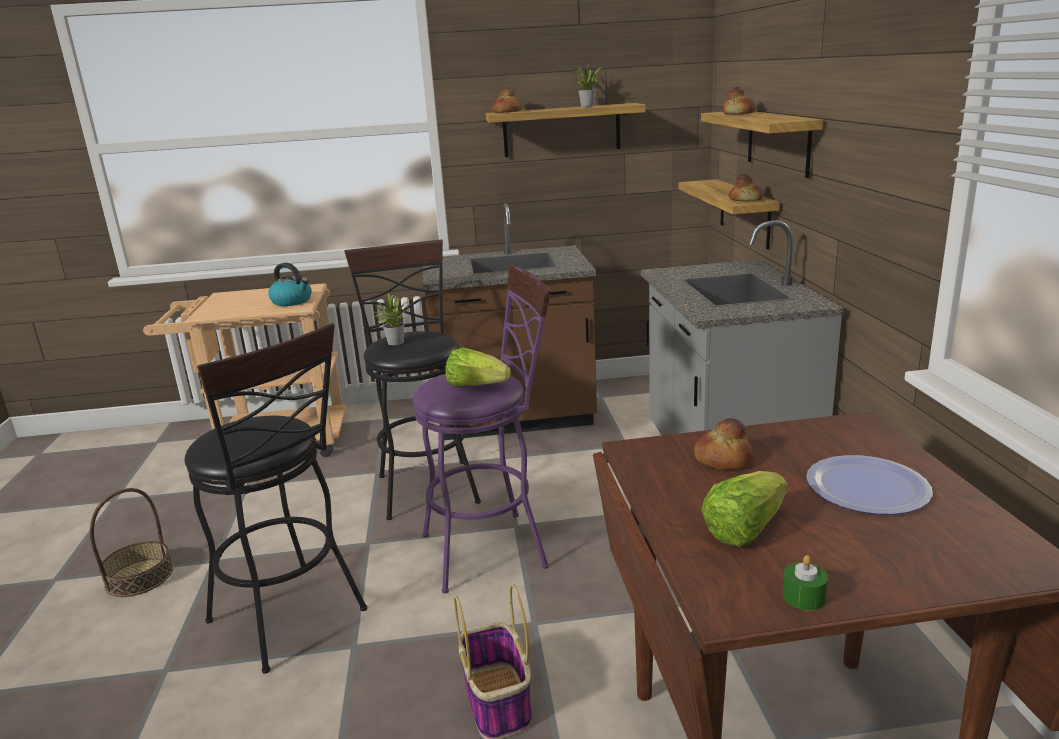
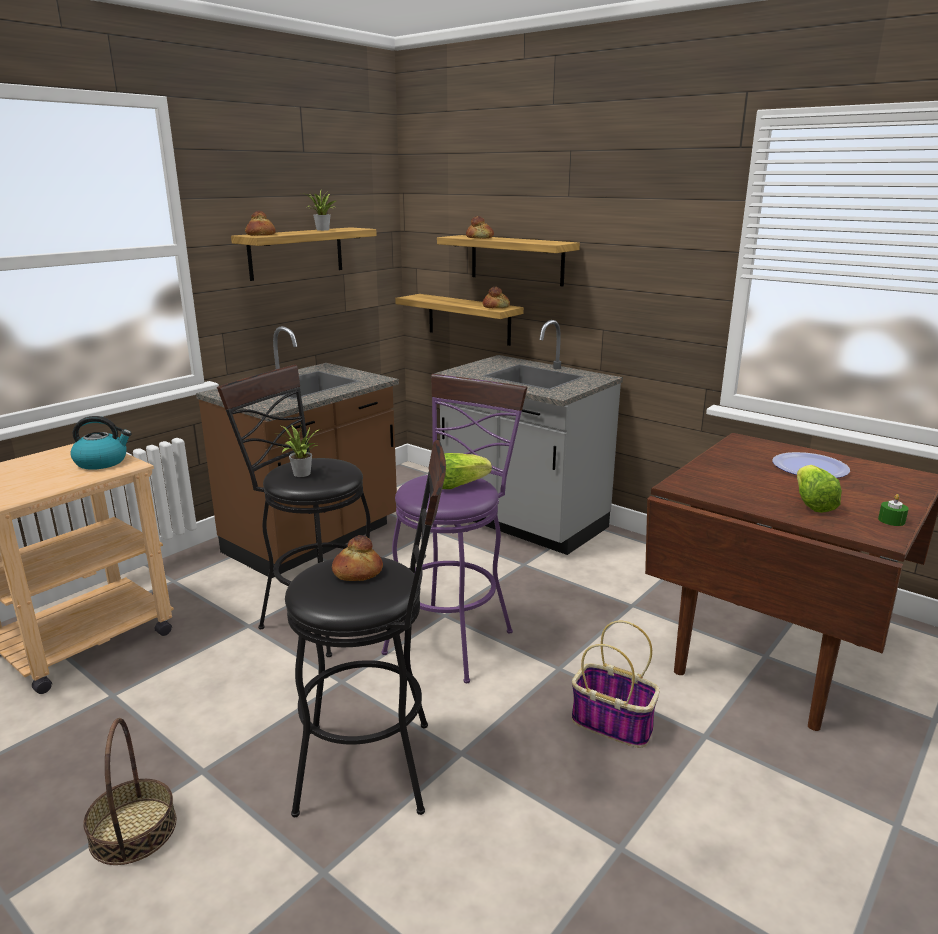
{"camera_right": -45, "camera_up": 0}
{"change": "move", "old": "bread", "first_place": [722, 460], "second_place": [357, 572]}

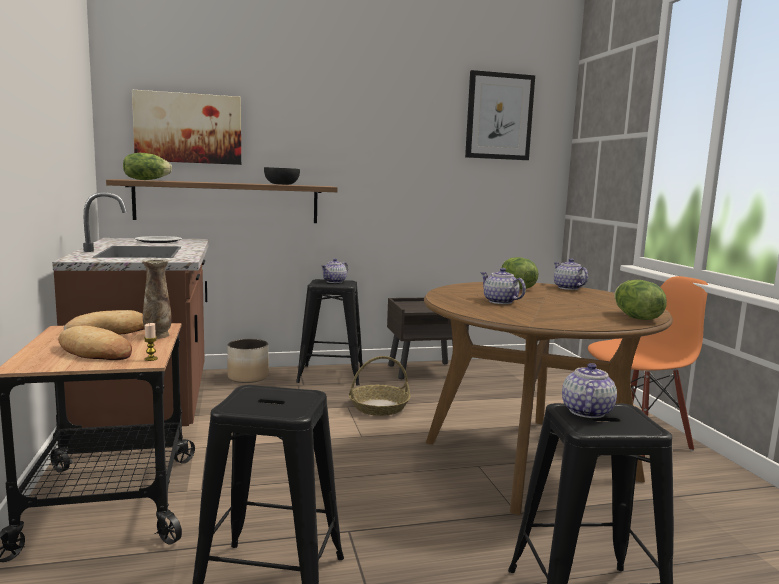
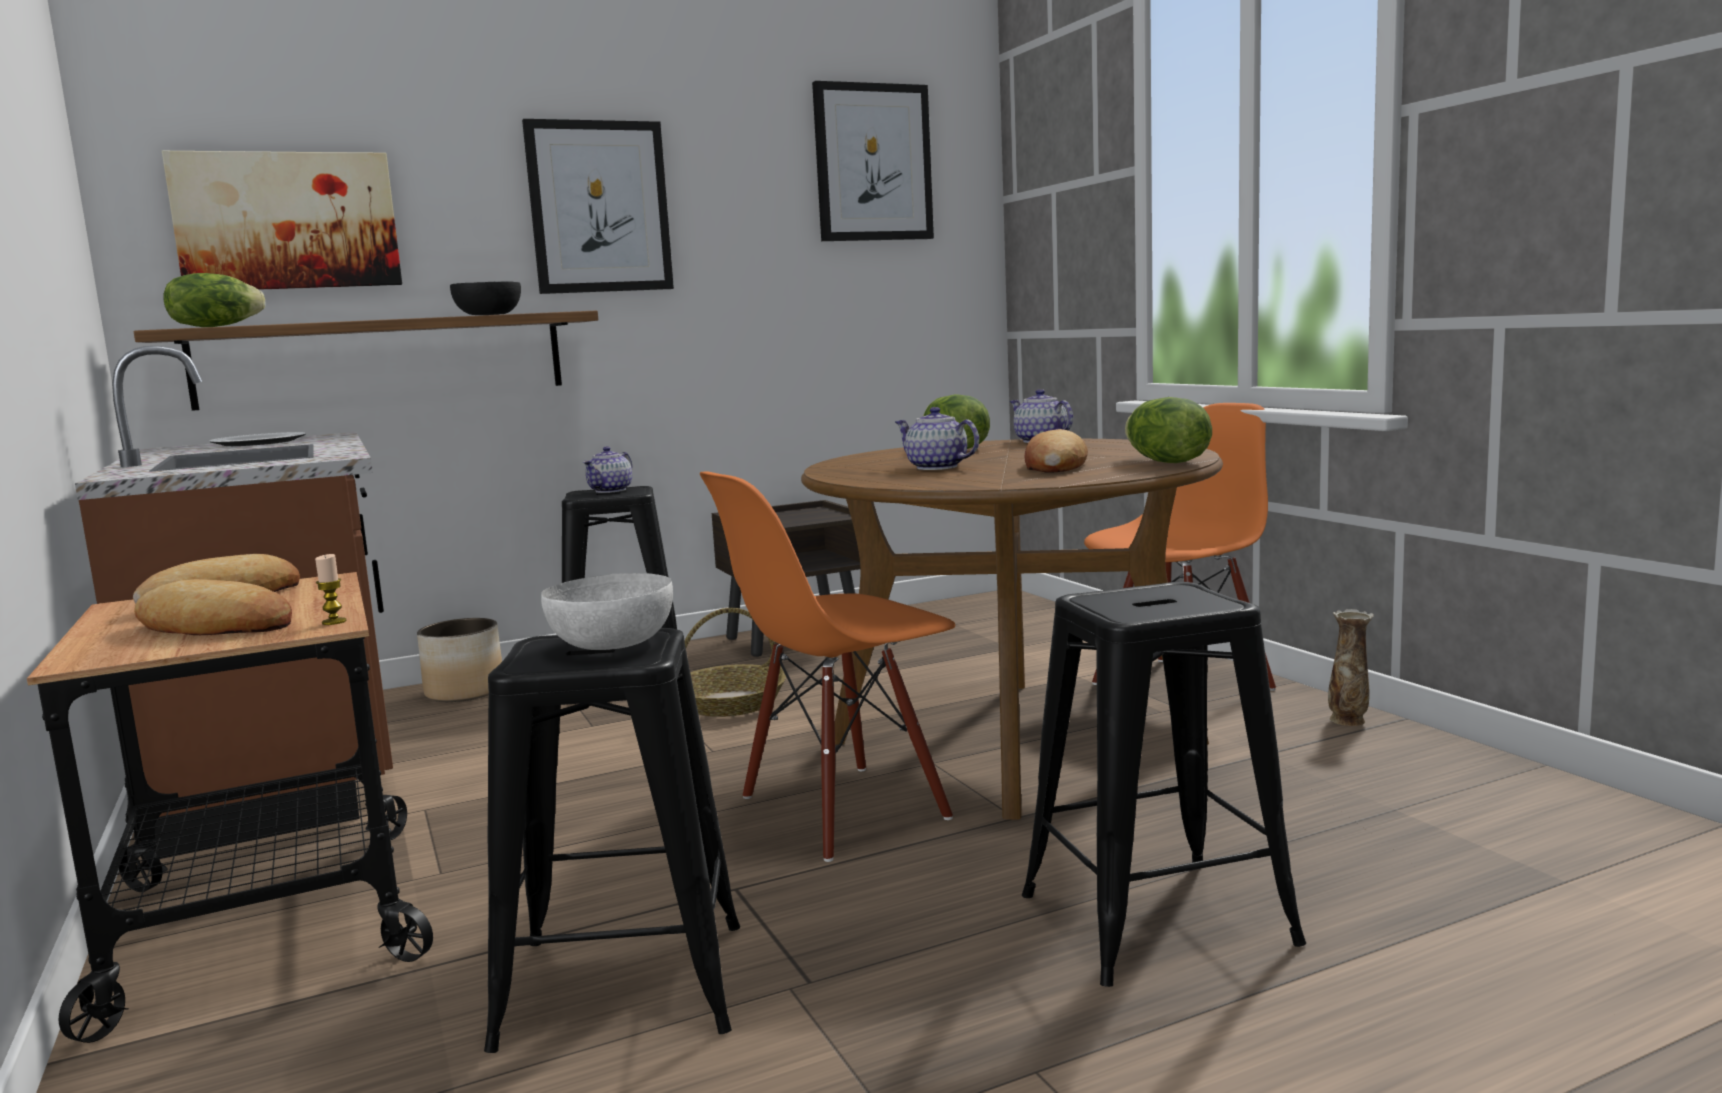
{"camera_right": -10, "camera_up": 0}
{"change": "move", "old": "vase", "first_place": [157, 336], "second_place": [1348, 721]}
{"change": "delete", "old": "teapot", "first_place": [586, 412]}
{"change": "insert", "new": "picture", "second_place": [599, 207]}
{"change": "insert", "new": "white bowl", "second_place": [612, 644]}
{"change": "insert", "new": "orange chair", "second_place": [843, 810]}
{"change": "insert", "new": "bread", "second_place": [1053, 465]}

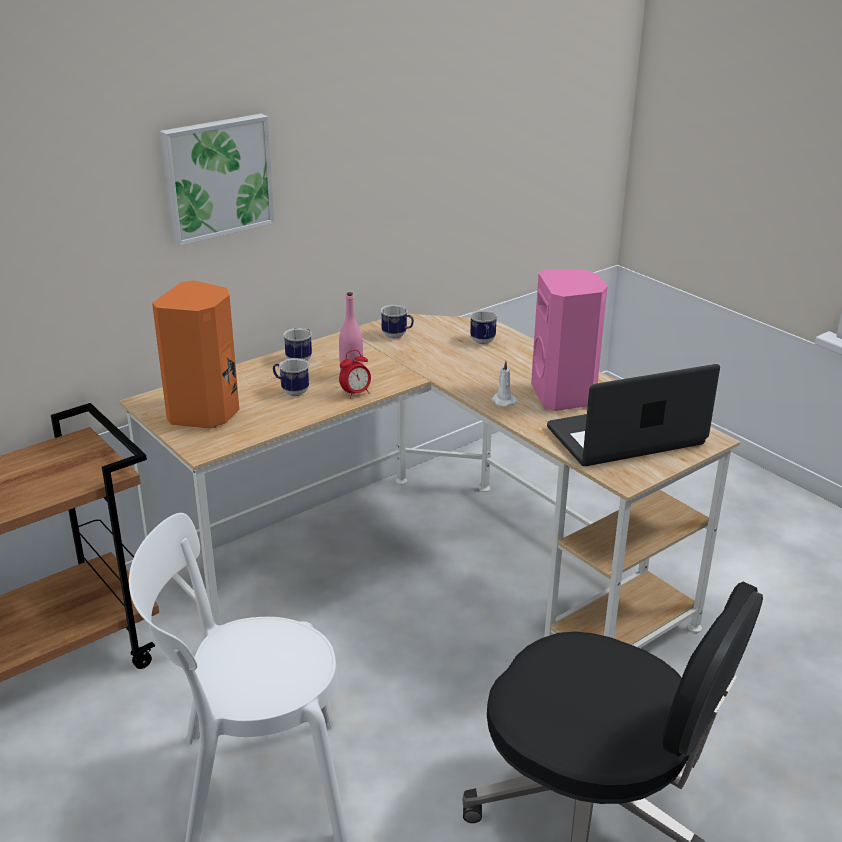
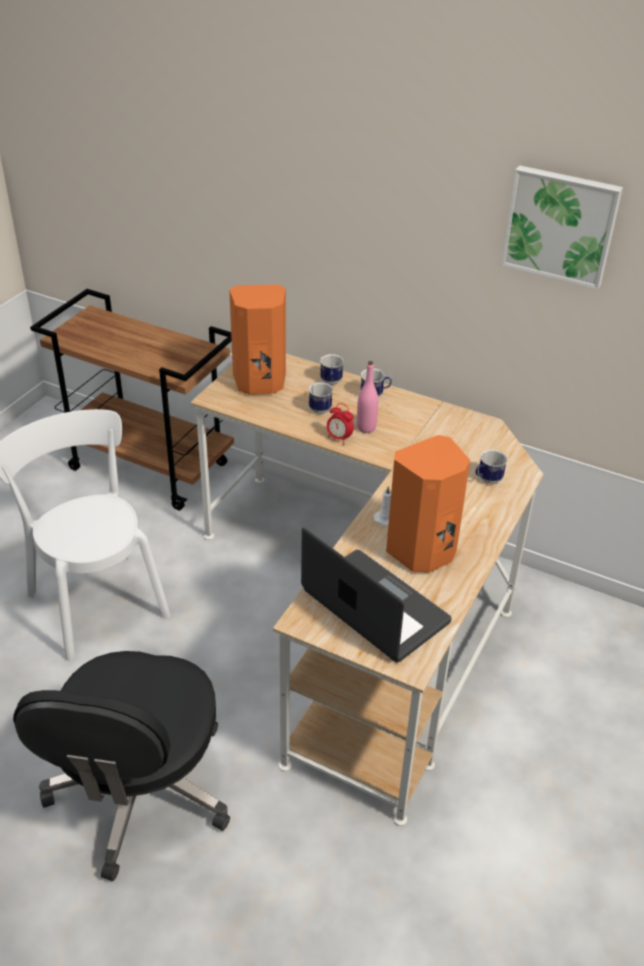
{"camera_right": 65, "camera_up": 10}
{"change": "move", "old": "picture", "first_place": [216, 177], "second_place": [560, 225]}
{"change": "move", "old": "mug", "first_place": [397, 336], "second_place": [331, 383]}
{"change": "recolor", "old": "pink speaker", "new": "orange speaker", "first_place": [564, 396], "second_place": [423, 552]}

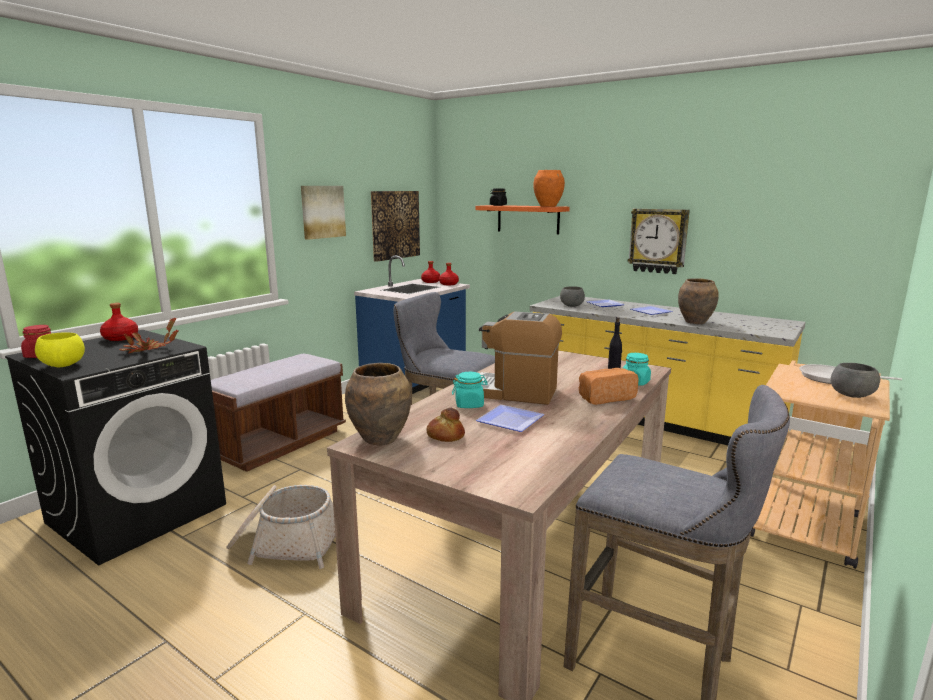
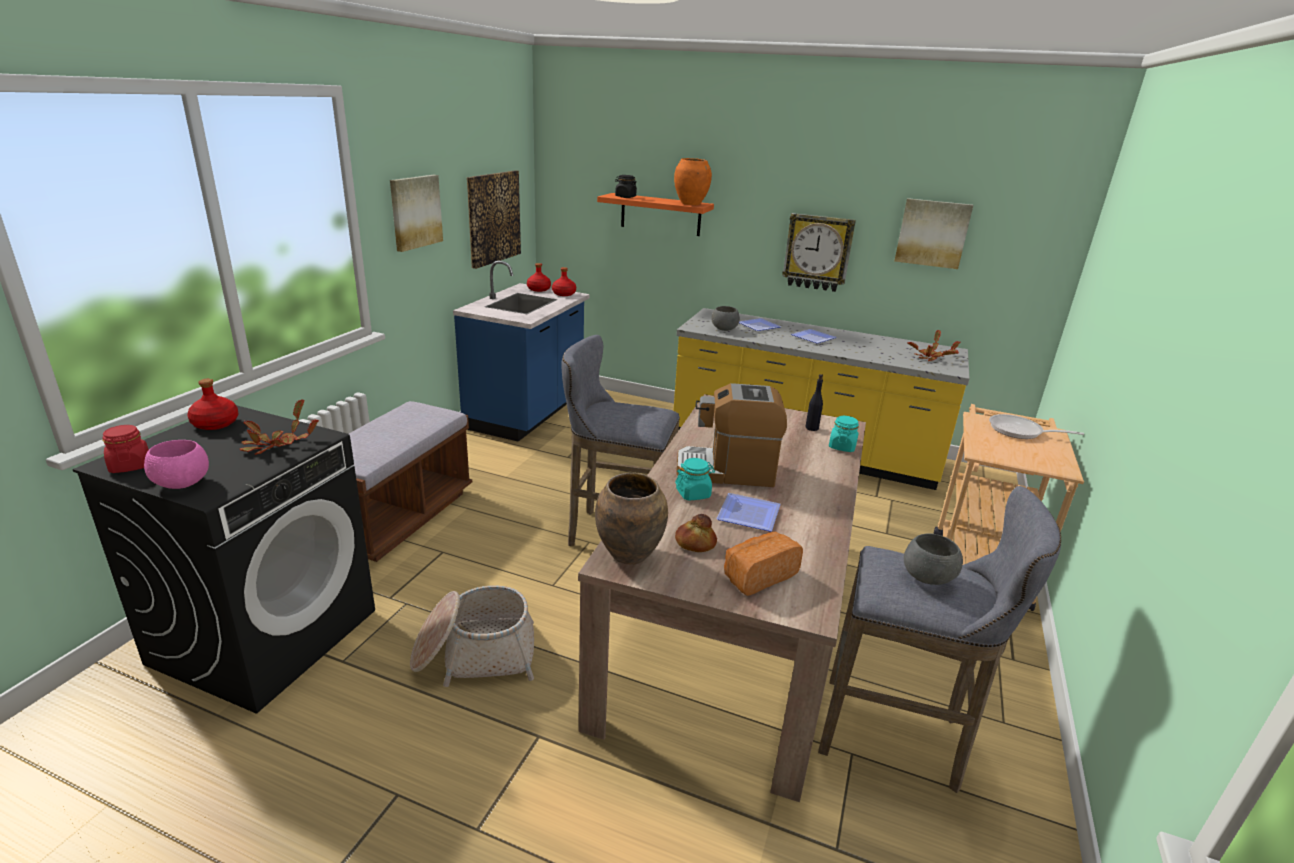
{"camera_right": -15, "camera_up": 10}
{"change": "recolor", "old": "yellow bowl", "new": "pink bowl", "first_place": [63, 366], "second_place": [182, 484]}
{"change": "move", "old": "bread", "first_place": [605, 397], "second_place": [758, 575]}
{"change": "delete", "old": "brown vase", "first_place": [695, 322]}
{"change": "move", "old": "grey bowl", "first_place": [852, 396], "second_place": [928, 578]}
{"change": "insert", "new": "picture", "second_place": [932, 233]}
{"change": "insert", "new": "potted plant", "second_place": [930, 357]}

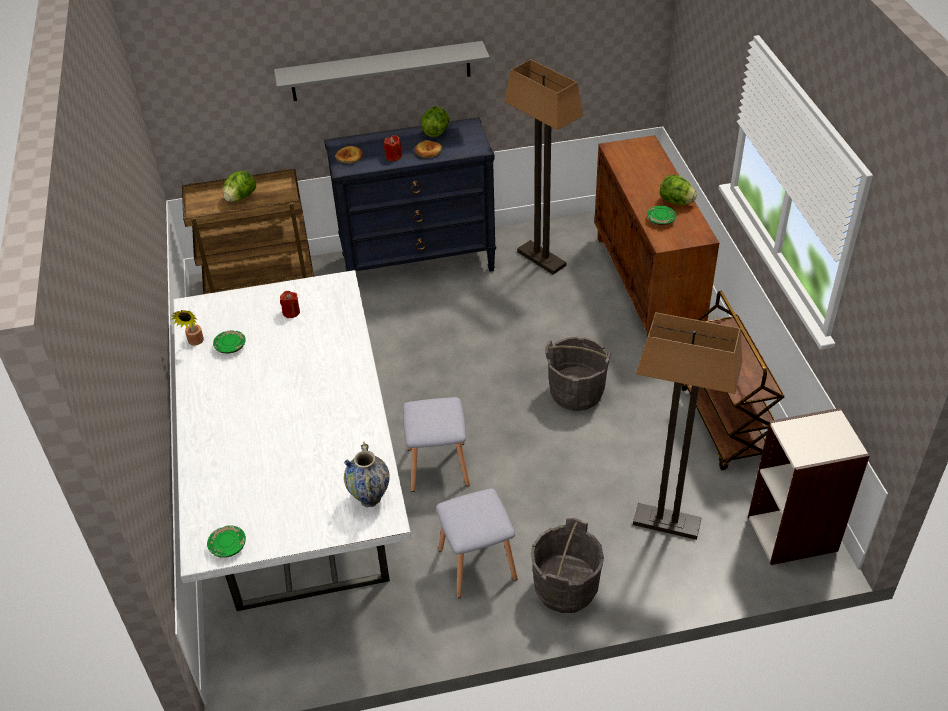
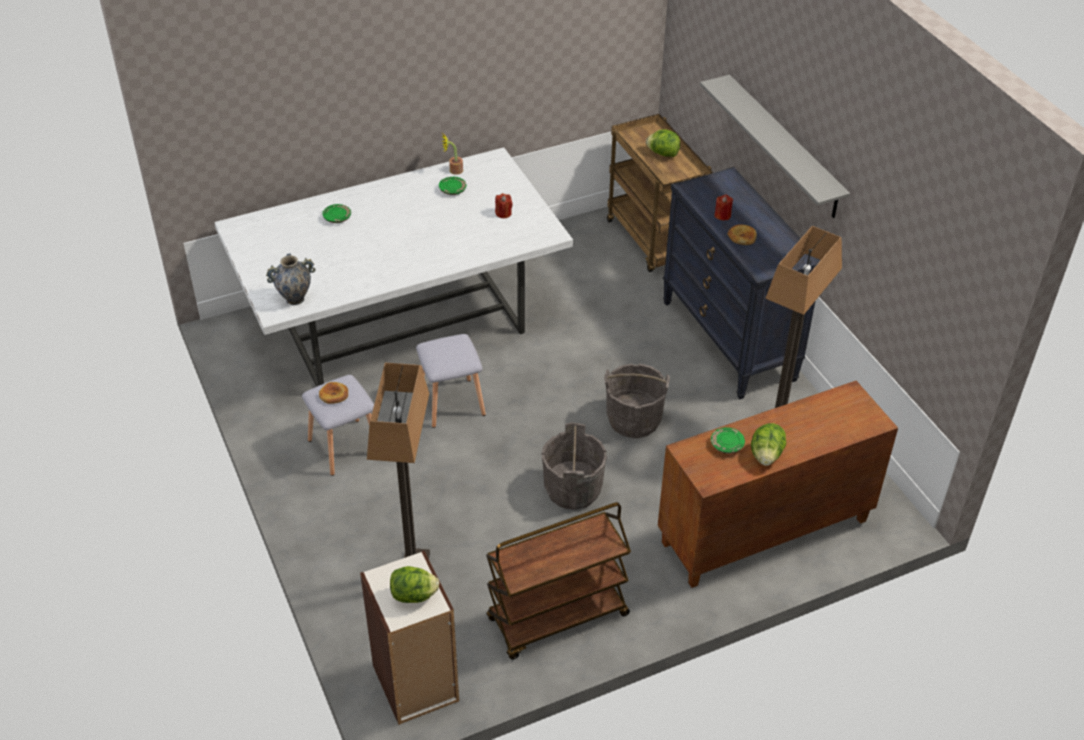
{"camera_right": 75, "camera_up": 0}
{"change": "move", "old": "green plate", "first_place": [227, 546], "second_place": [337, 218]}
{"change": "move", "old": "bread", "first_place": [349, 157], "second_place": [334, 395]}
{"change": "move", "old": "lettuce", "first_place": [436, 132], "second_place": [414, 596]}
{"change": "move", "old": "grey bucket", "first_place": [565, 588], "second_place": [634, 419]}

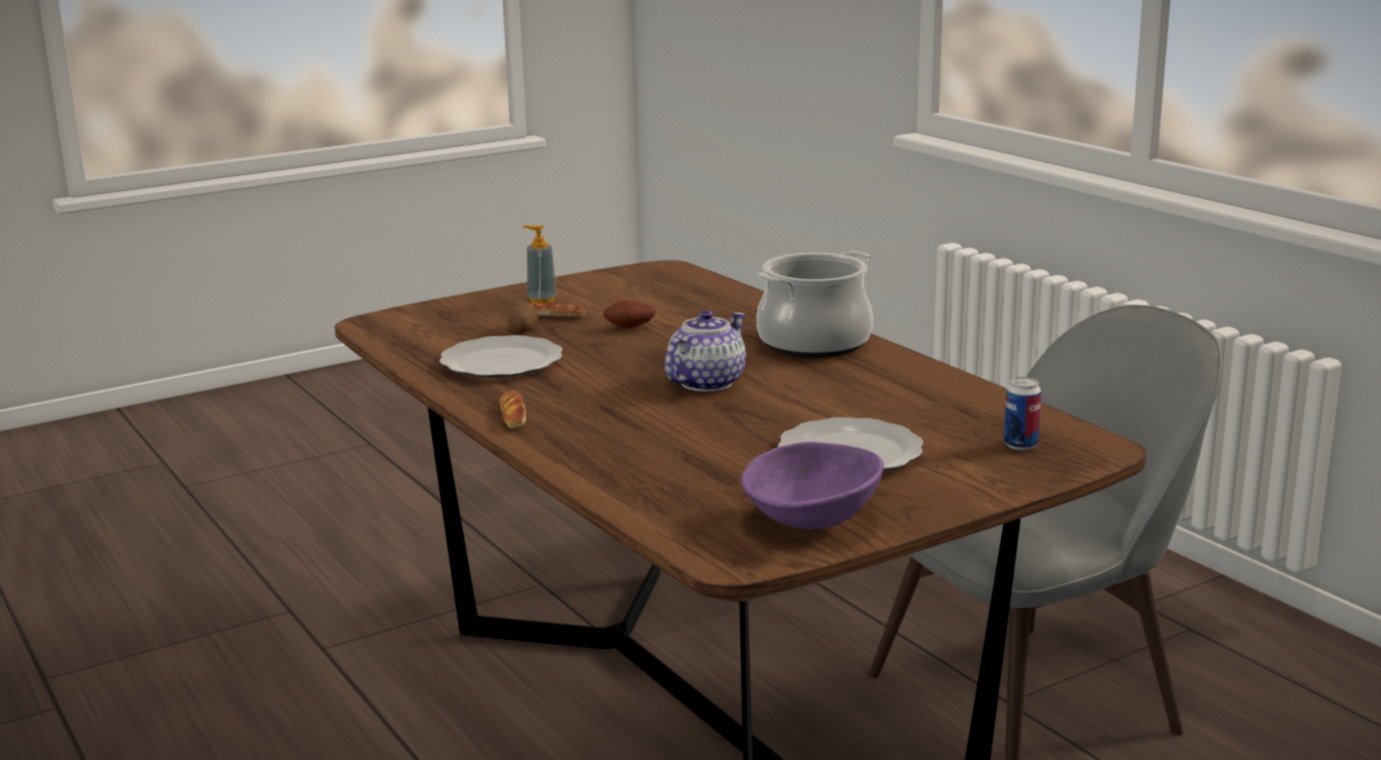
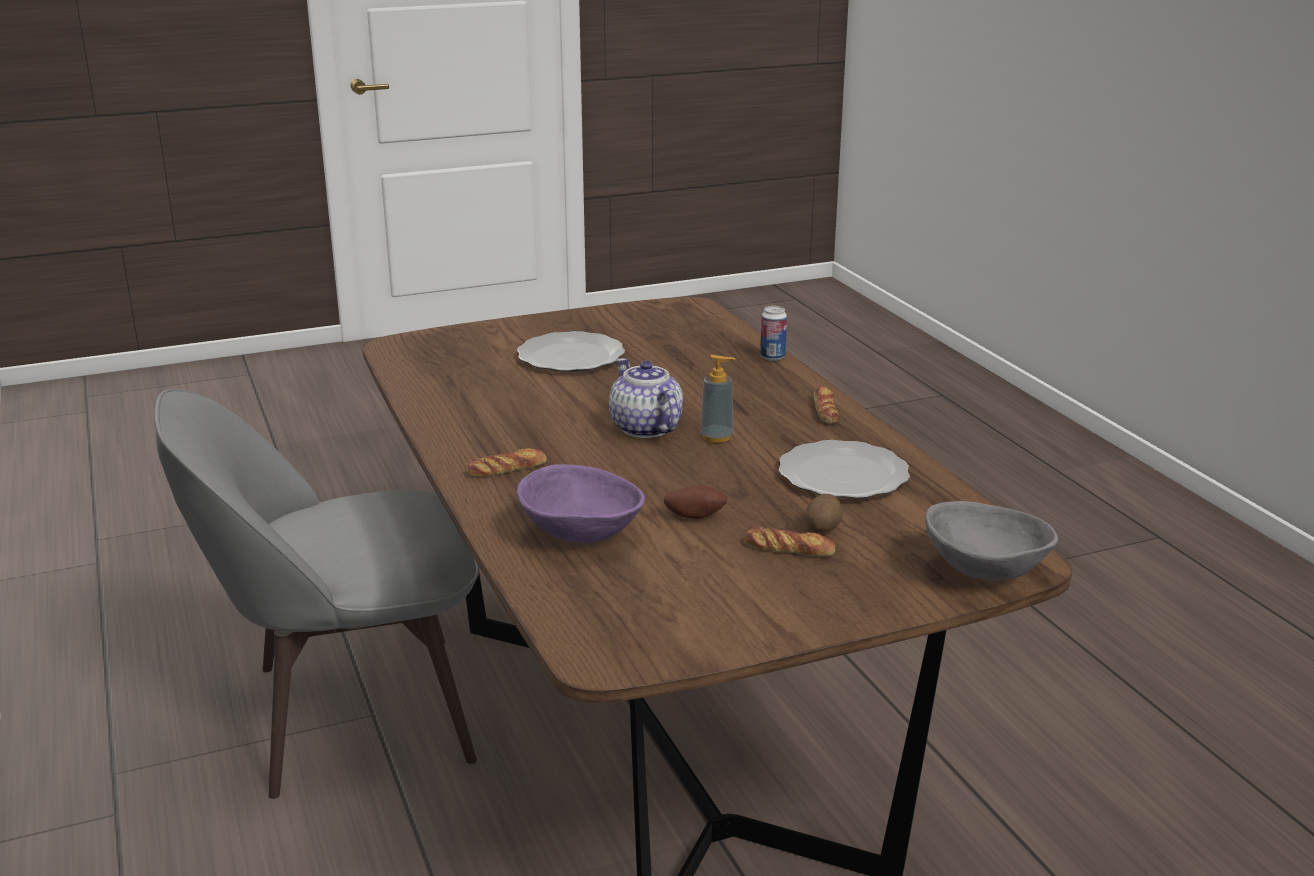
{"camera_right": -170, "camera_up": 5}
{"change": "move", "old": "soap dispenser", "first_place": [542, 300], "second_place": [716, 437]}
{"change": "rotate", "old": "teapot", "first_place": [705, 383], "second_place": [645, 428], "degrees": 105}
{"change": "move", "old": "purple bowl", "first_place": [813, 522], "second_place": [581, 535]}
{"change": "replace", "old": "cooking pot", "new": "bread", "first_place": [813, 343], "second_place": [506, 469]}
{"change": "move", "old": "can", "first_place": [1020, 445], "second_place": [772, 357]}
{"change": "insert", "new": "grey bowl", "second_place": [984, 572]}

